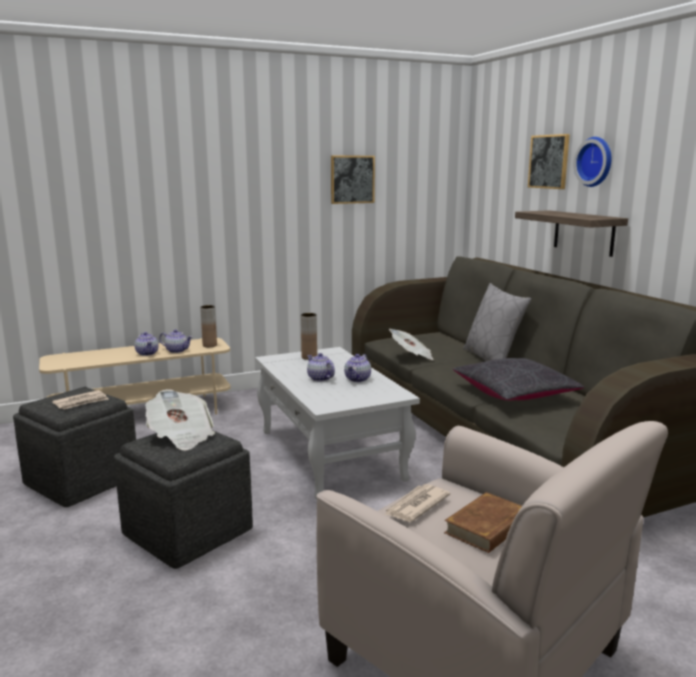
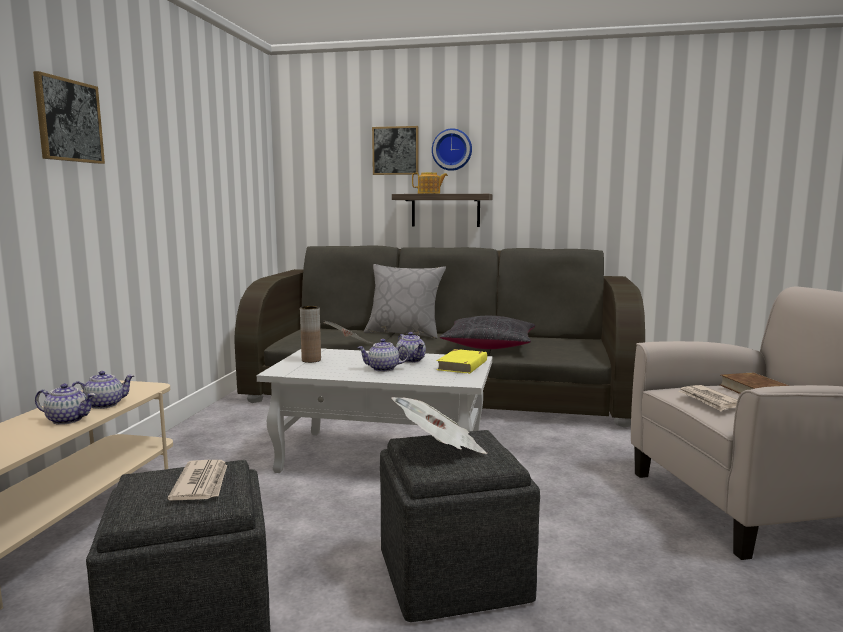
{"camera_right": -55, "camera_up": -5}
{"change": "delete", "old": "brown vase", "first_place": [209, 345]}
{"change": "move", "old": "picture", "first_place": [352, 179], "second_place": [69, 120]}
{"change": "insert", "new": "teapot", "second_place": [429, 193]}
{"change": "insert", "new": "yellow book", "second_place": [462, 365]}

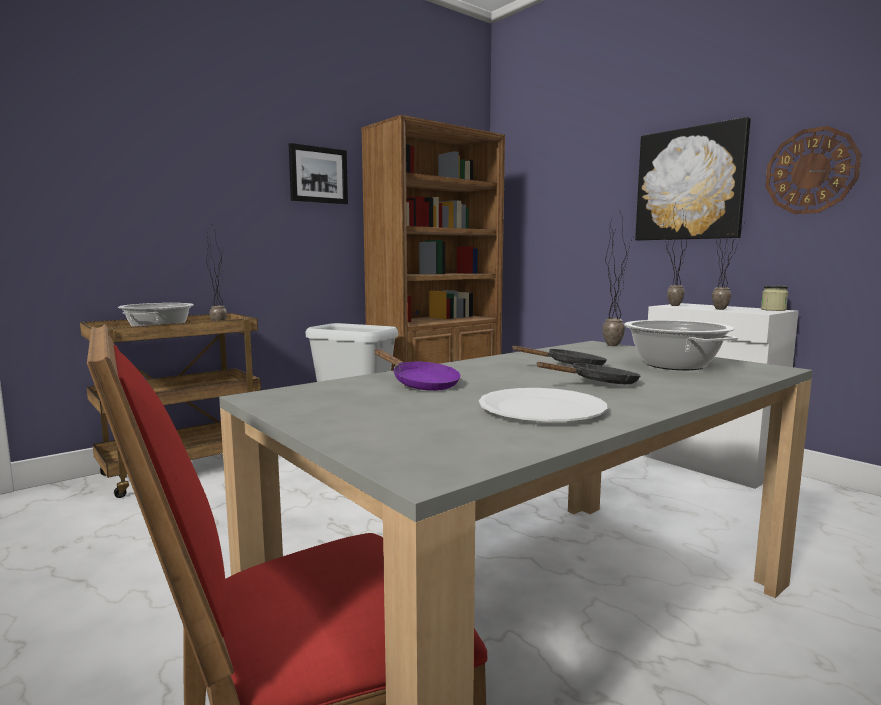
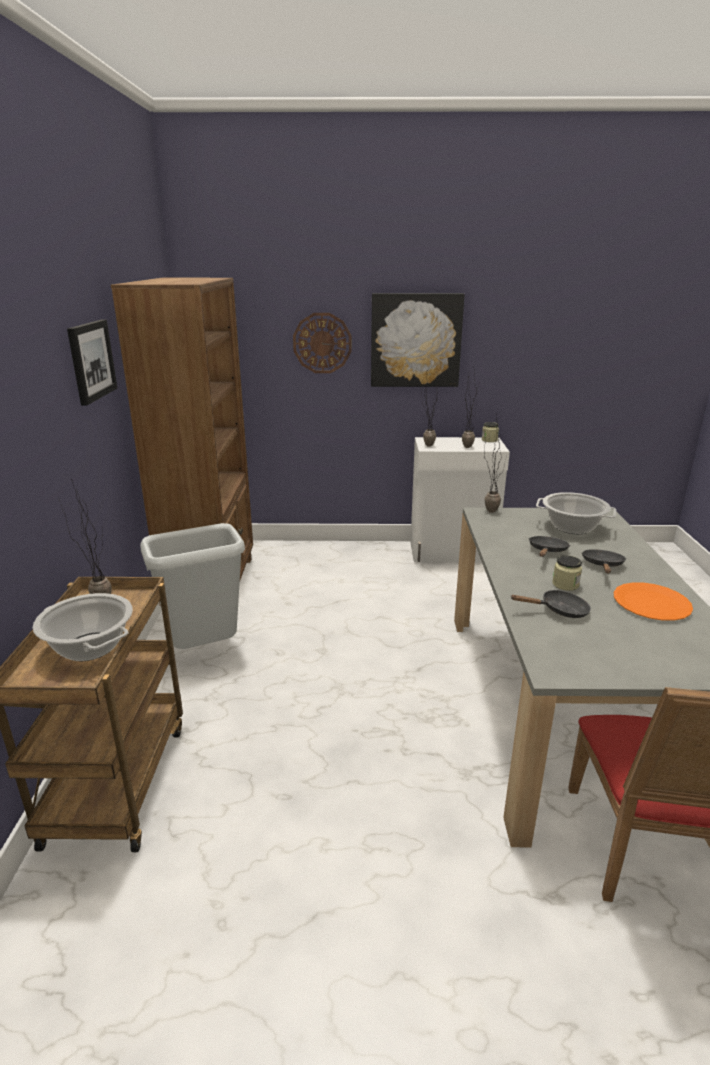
{"camera_right": -50, "camera_up": 15}
{"change": "recolor", "old": "purple frying pan", "new": "black frying pan", "first_place": [420, 384], "second_place": [559, 610]}
{"change": "recolor", "old": "white plate", "new": "orange plate", "first_place": [541, 409], "second_place": [651, 603]}
{"change": "move", "old": "wall clock", "first_place": [811, 171], "second_place": [322, 343]}
{"change": "insert", "new": "jar", "second_place": [565, 584]}

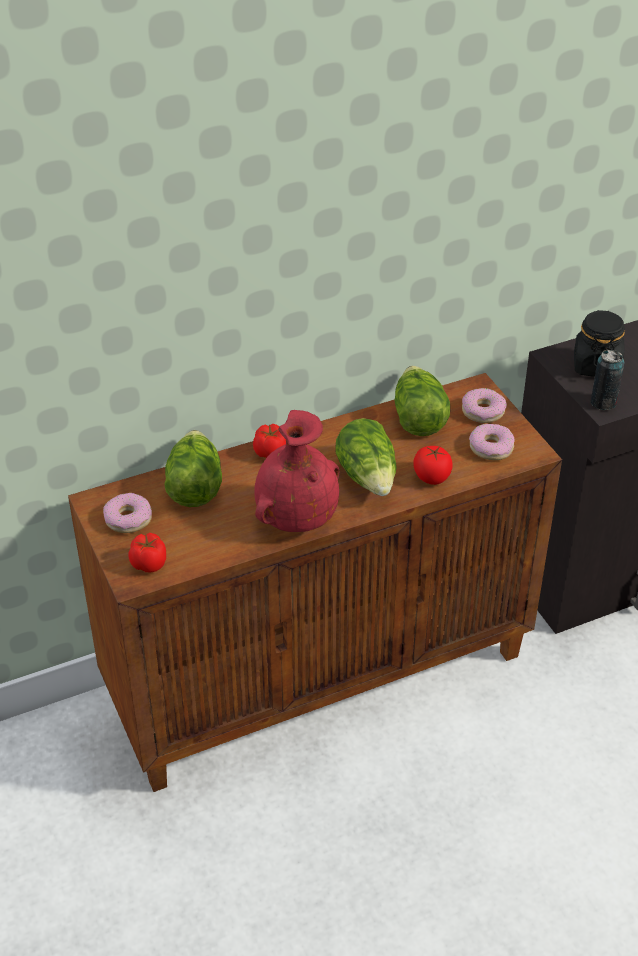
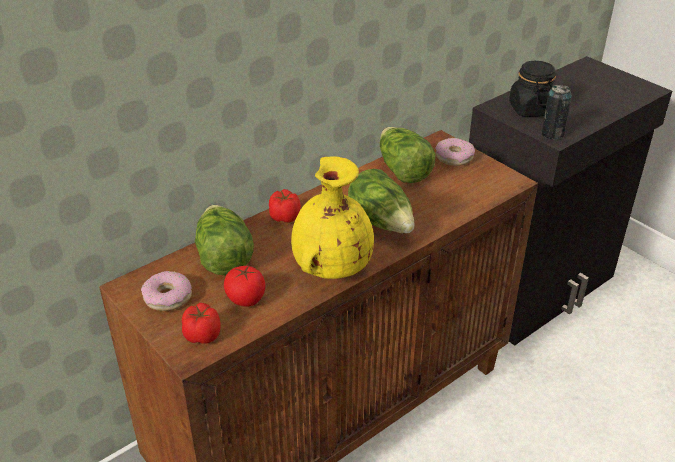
{"camera_right": -15, "camera_up": -5}
{"change": "recolor", "old": "red vase", "new": "yellow vase", "first_place": [296, 517], "second_place": [331, 267]}
{"change": "move", "old": "tomato", "first_place": [432, 477], "second_place": [246, 298]}
{"change": "delete", "old": "donut", "first_place": [491, 447]}

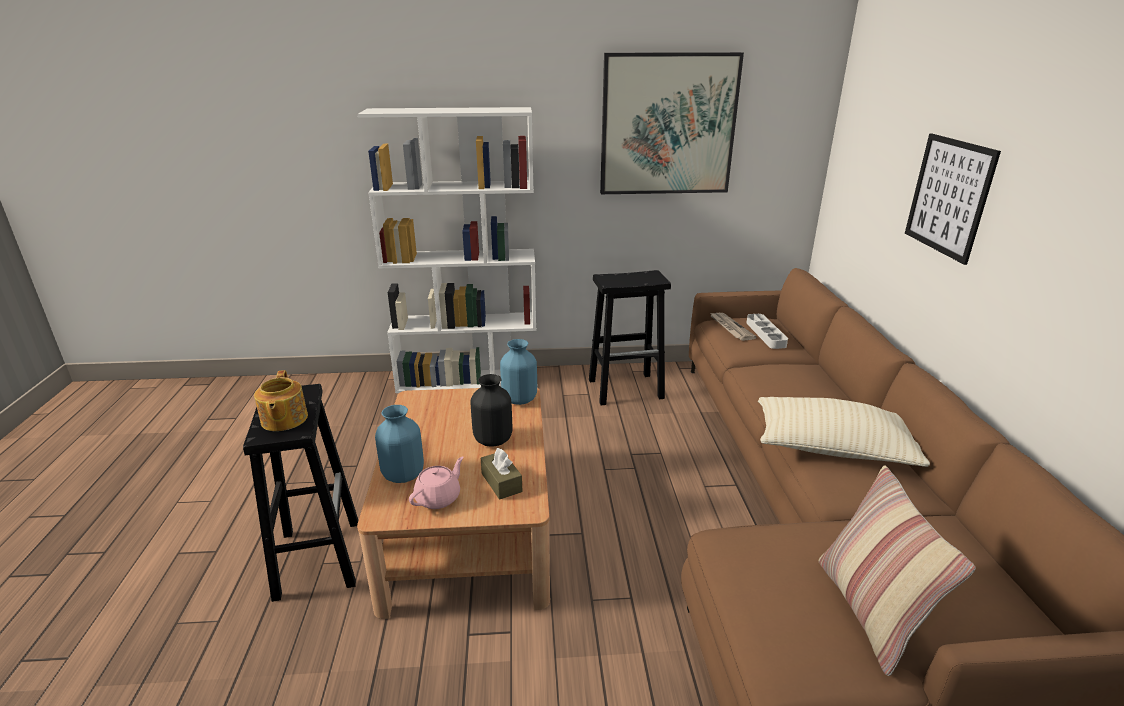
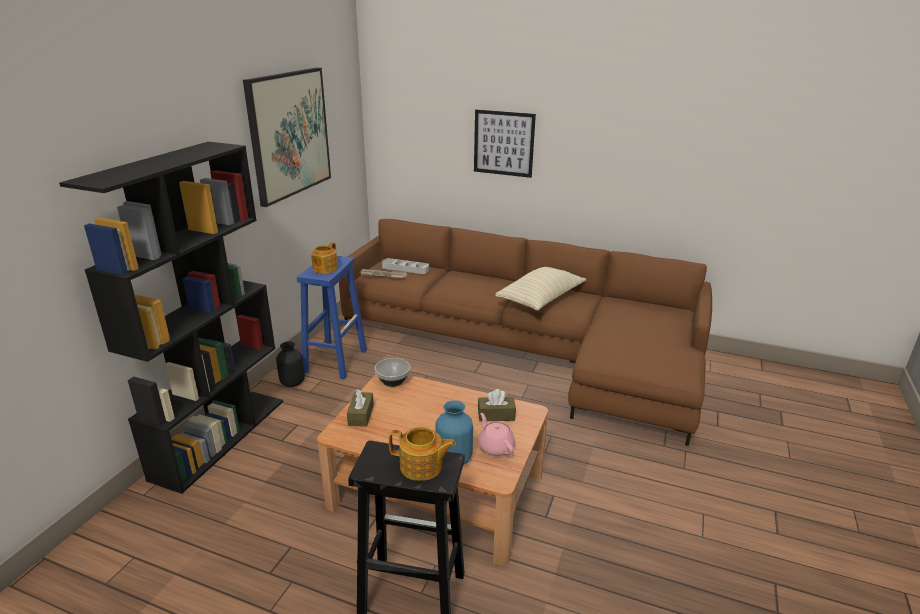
{"camera_right": -65, "camera_up": 0}
{"change": "recolor", "old": "white bookcase", "new": "black bookcase", "first_place": [469, 380], "second_place": [220, 437]}
{"change": "move", "old": "black vase", "first_place": [493, 439], "second_place": [292, 382]}
{"change": "replace", "old": "blue vase", "new": "bowl", "first_place": [519, 399], "second_place": [393, 381]}
{"change": "recolor", "old": "black stool", "new": "blue stool", "first_place": [626, 389], "second_place": [335, 360]}
{"change": "delete", "old": "pillow", "first_place": [869, 612]}
{"change": "insert", "new": "teapot", "second_place": [324, 269]}
{"change": "insert", "new": "brown tissue box", "second_place": [361, 415]}

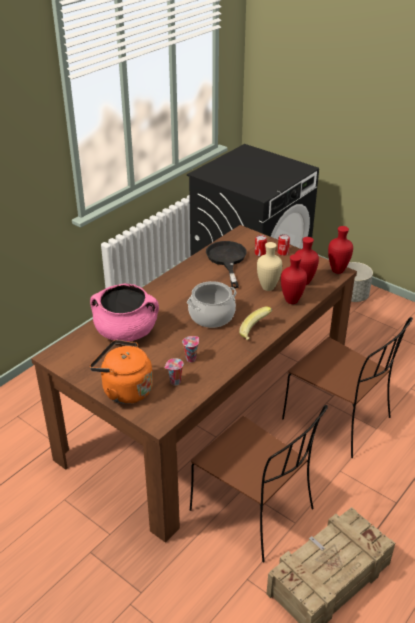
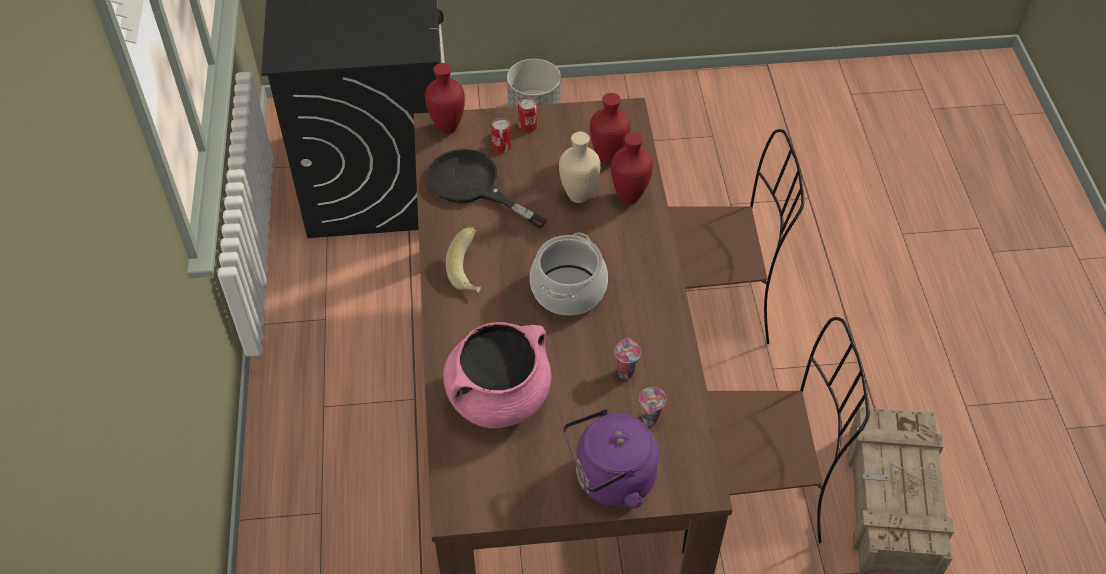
{"camera_right": -45, "camera_up": 15}
{"change": "recolor", "old": "orange kettle", "new": "purple kettle", "first_place": [124, 390], "second_place": [610, 480]}
{"change": "move", "old": "banana", "first_place": [255, 332], "second_place": [470, 273]}
{"change": "move", "old": "red vase", "first_place": [337, 270], "second_place": [446, 127]}

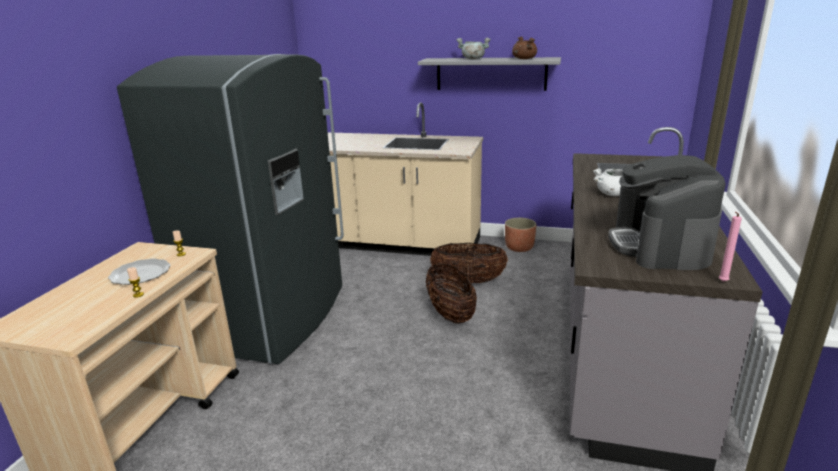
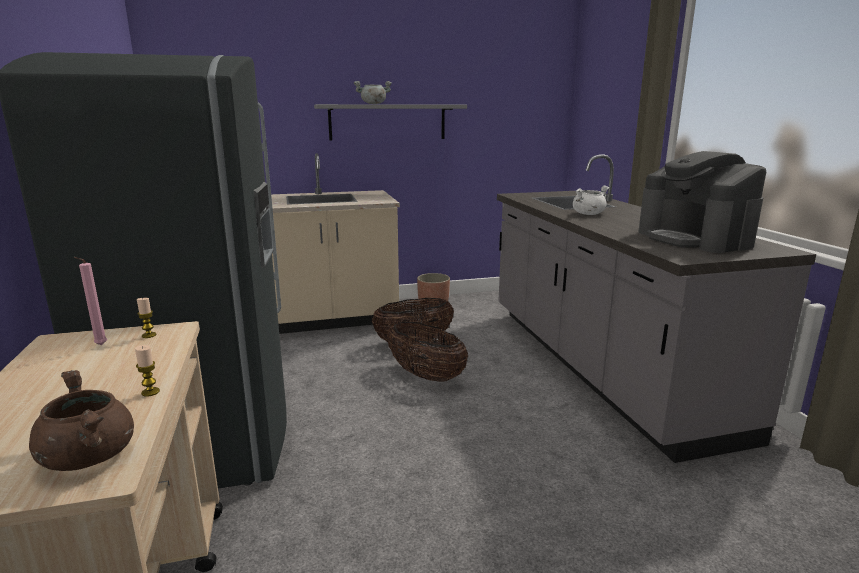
{"camera_right": -30, "camera_up": -5}
{"change": "delete", "old": "plate", "first_place": [140, 274]}
{"change": "move", "old": "brown cooking pot", "first_place": [524, 59], "second_place": [88, 456]}
{"change": "move", "old": "pink candle", "first_place": [722, 282], "second_place": [99, 346]}

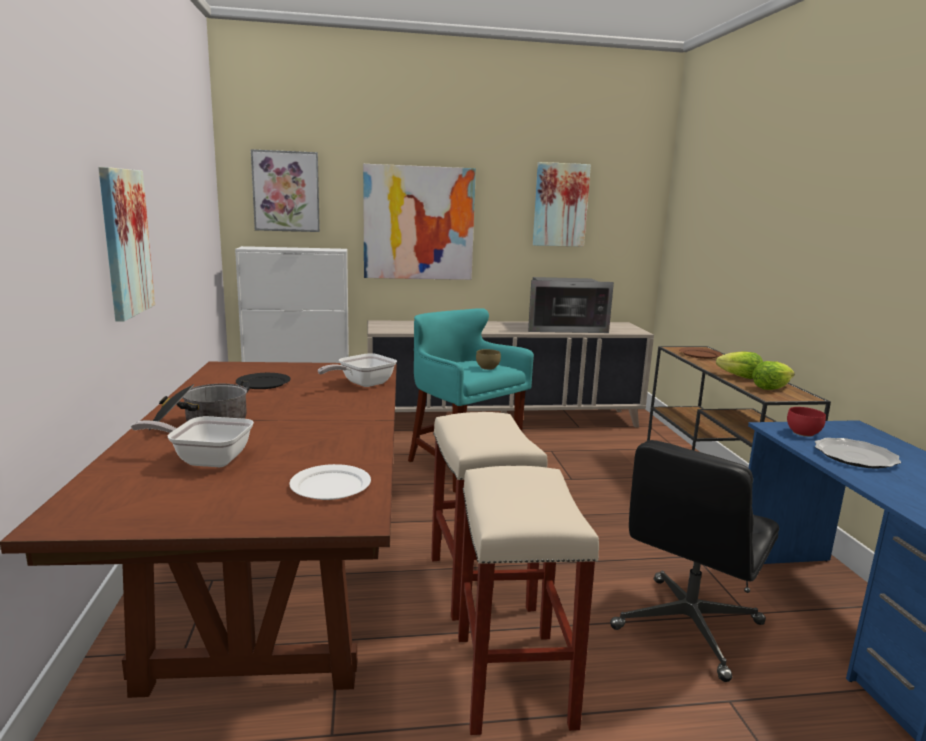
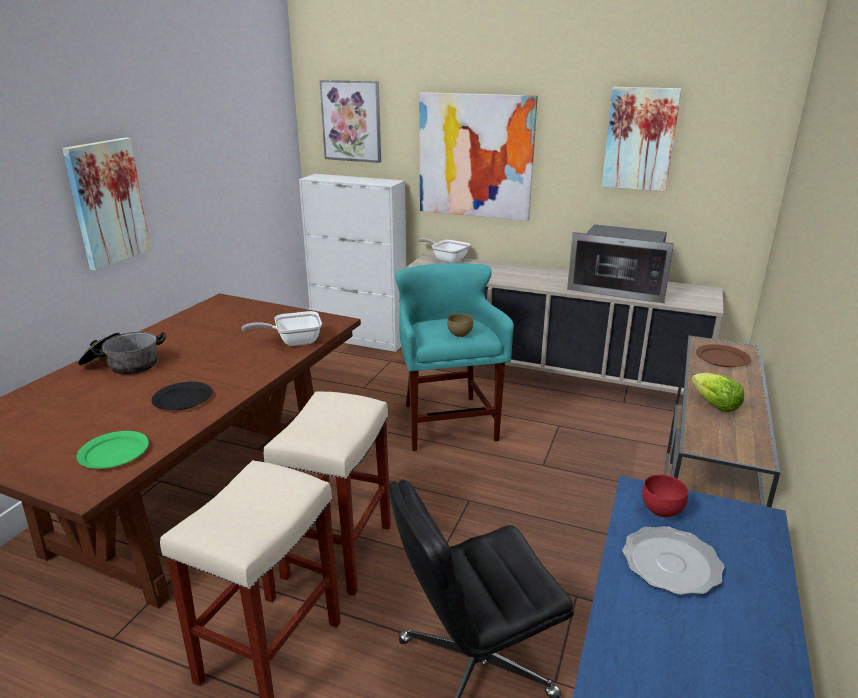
{"camera_right": 30, "camera_up": 10}
{"change": "move", "old": "frying pan", "first_place": [205, 459], "second_place": [447, 259]}
{"change": "move", "old": "black plate", "first_place": [263, 383], "second_place": [182, 399]}
{"change": "recolor", "old": "white plate", "new": "green plate", "first_place": [330, 486], "second_place": [113, 453]}
{"change": "delete", "old": "lettuce", "first_place": [770, 388]}

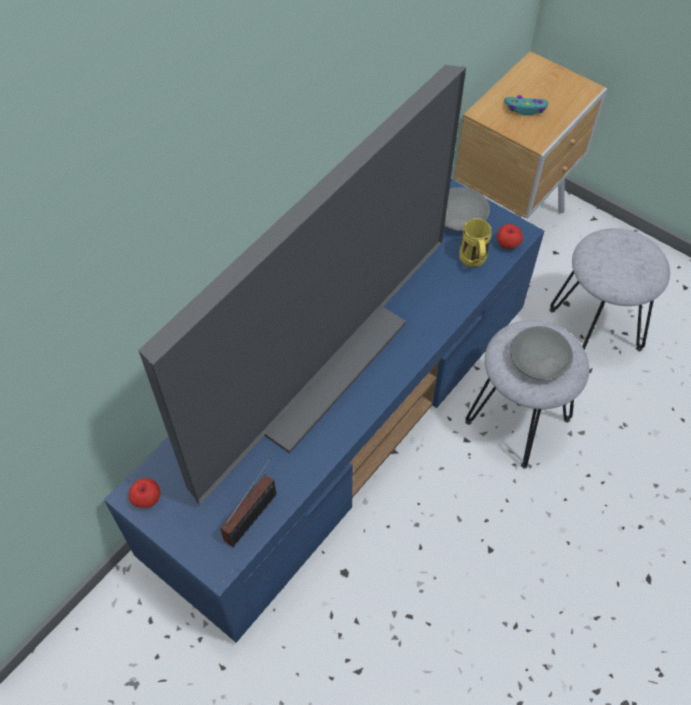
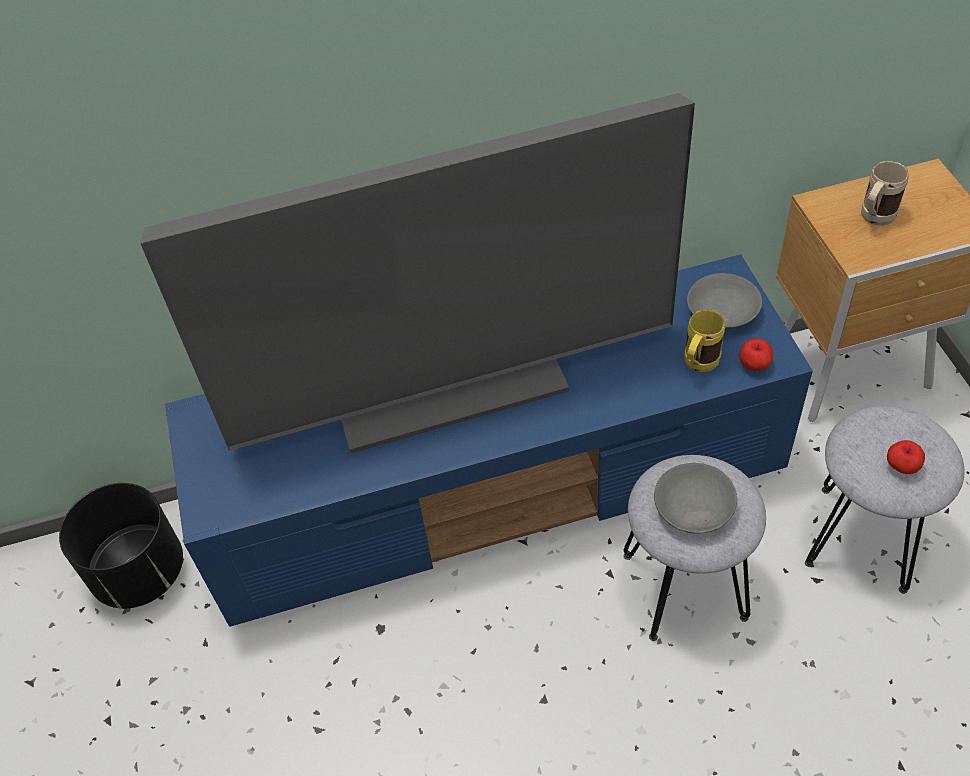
{"camera_right": 40, "camera_up": -5}
{"change": "move", "old": "apple", "first_place": [147, 499], "second_place": [901, 466]}
{"change": "delete", "old": "radio", "first_place": [254, 515]}
{"change": "replace", "old": "turquoise game controller", "new": "beige mug", "first_place": [525, 109], "second_place": [873, 219]}
{"change": "insert", "new": "black planter", "second_place": [139, 572]}

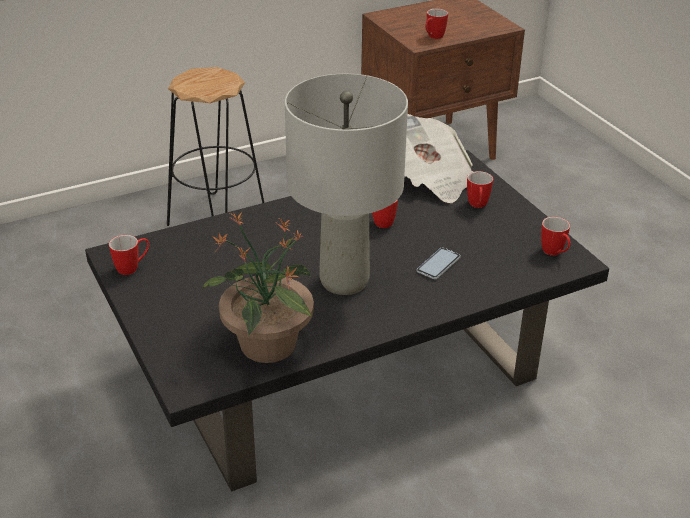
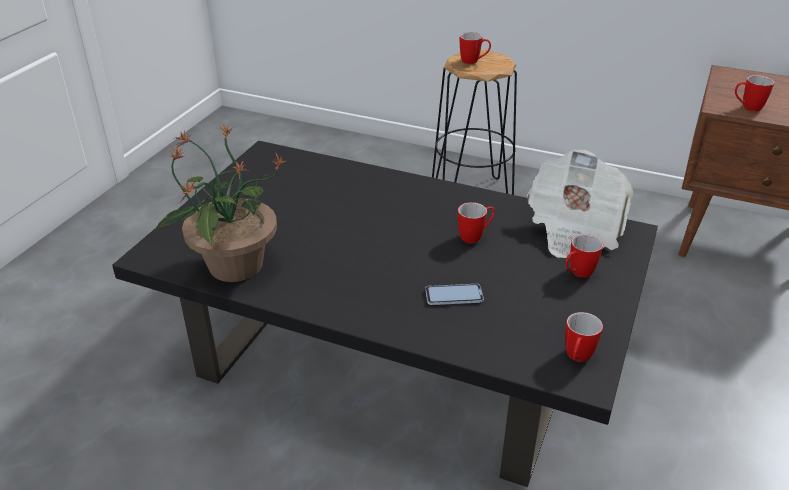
{"camera_right": 50, "camera_up": 0}
{"change": "move", "old": "mug", "first_place": [132, 268], "second_place": [474, 62]}
{"change": "delete", "old": "grey table lamp", "first_place": [344, 281]}

